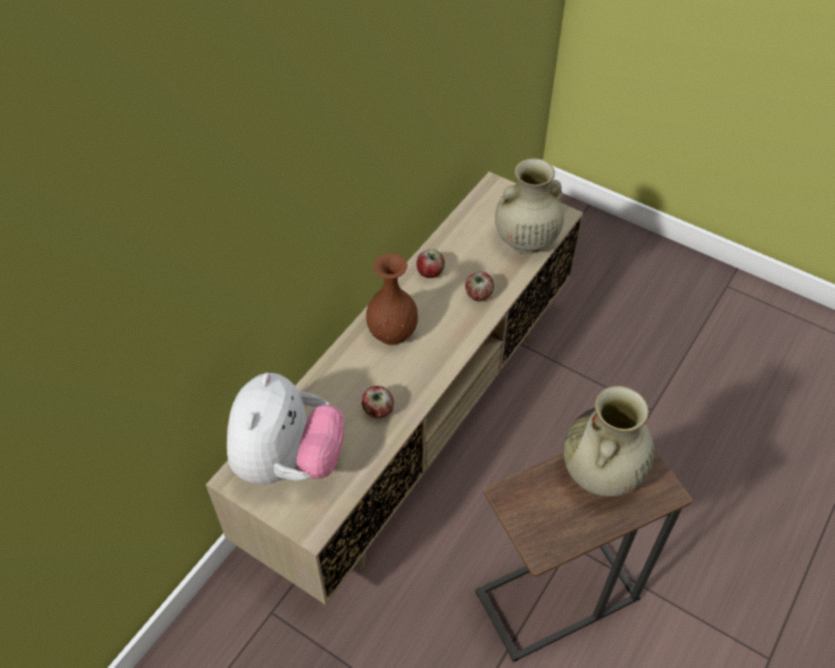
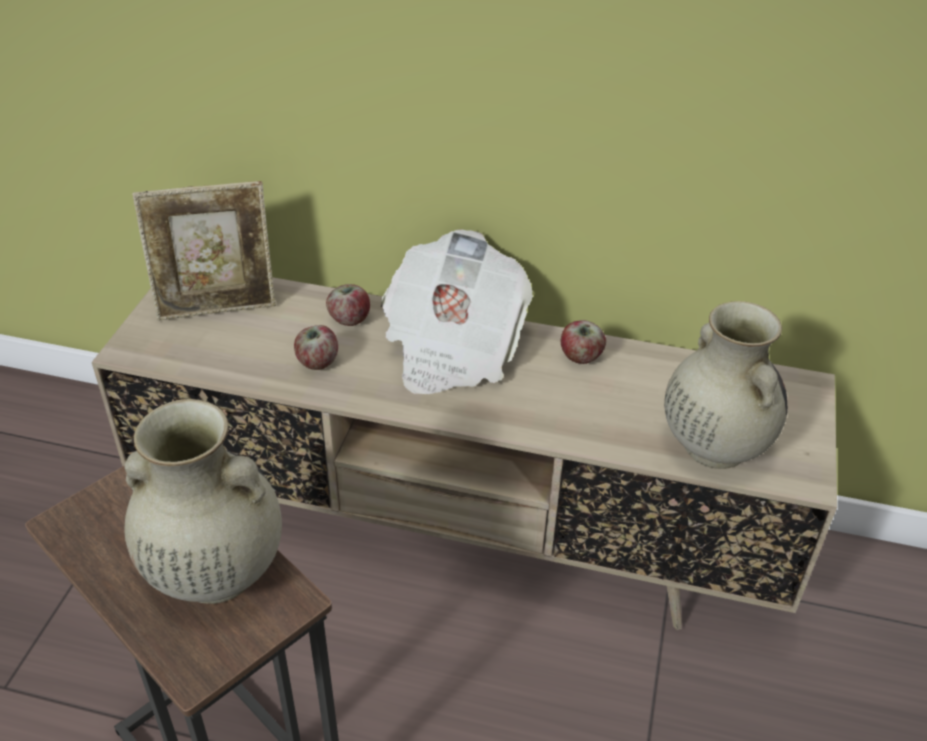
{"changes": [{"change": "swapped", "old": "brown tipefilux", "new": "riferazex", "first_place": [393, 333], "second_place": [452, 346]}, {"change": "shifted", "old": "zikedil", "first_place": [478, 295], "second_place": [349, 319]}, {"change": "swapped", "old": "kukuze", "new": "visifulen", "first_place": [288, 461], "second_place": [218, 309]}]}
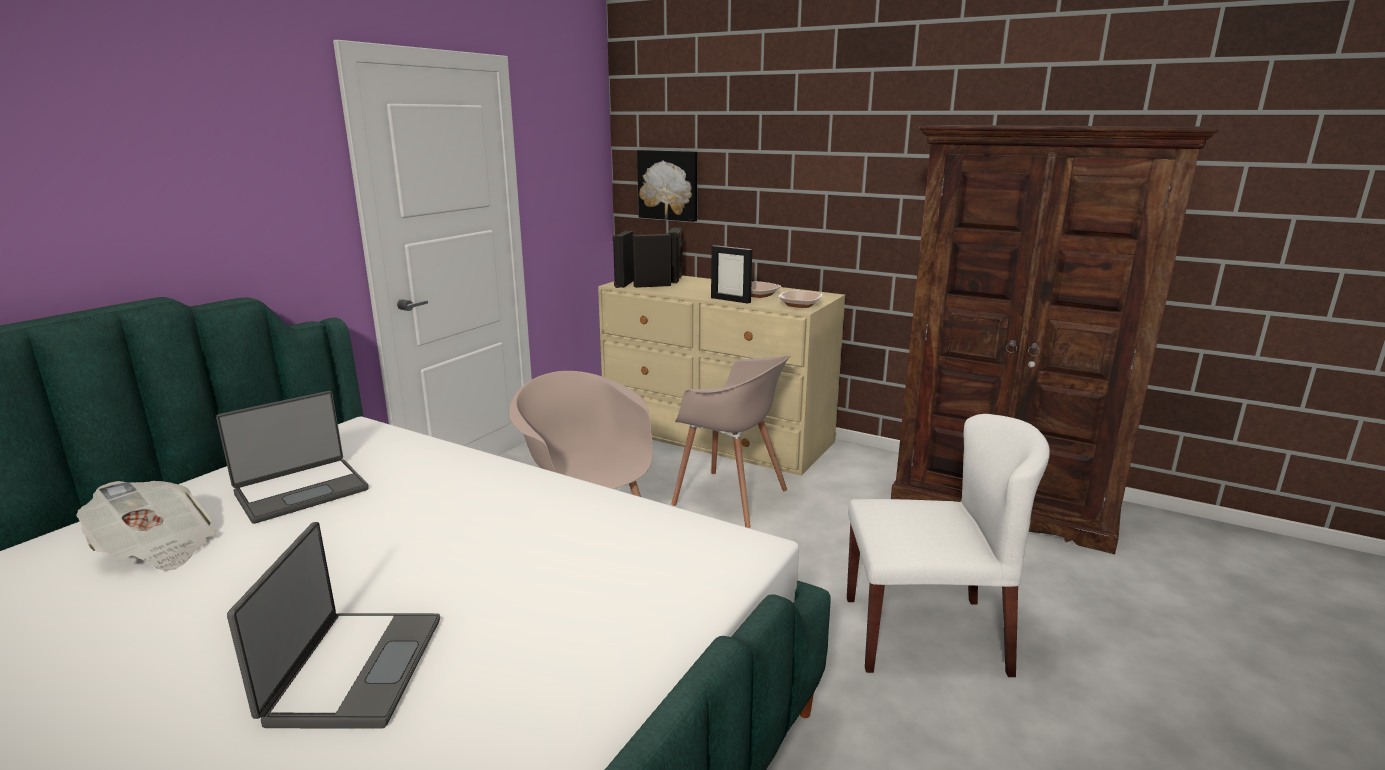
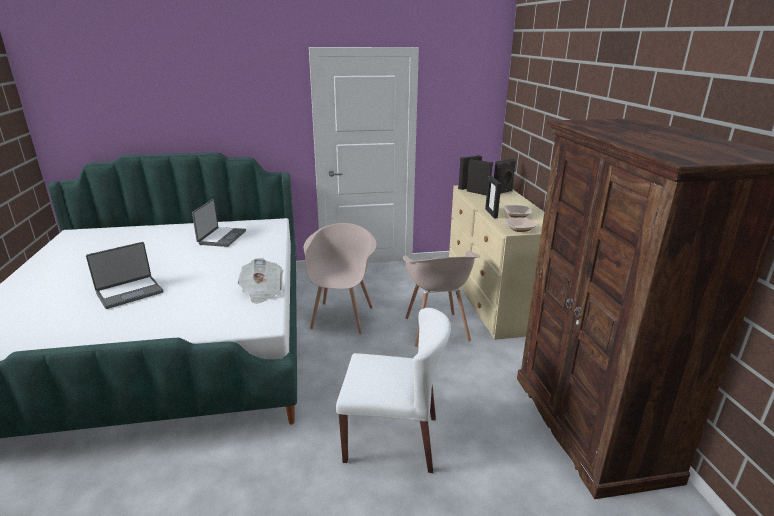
{"changes": [{"change": "gone", "old": "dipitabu", "first_place": [669, 185]}, {"change": "rotated", "old": "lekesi", "first_place": [301, 491], "second_place": [221, 237], "degrees": -90}, {"change": "rotated", "old": "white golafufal", "first_place": [926, 634], "second_place": [392, 439], "degrees": -45}, {"change": "shifted", "old": "riferazex", "first_place": [156, 549], "second_place": [262, 292]}]}
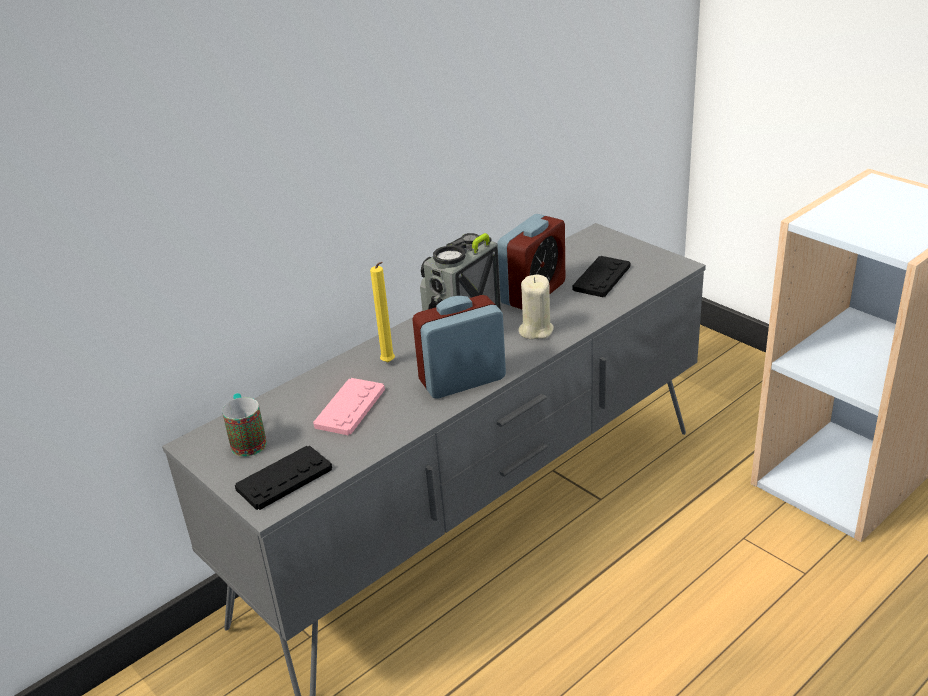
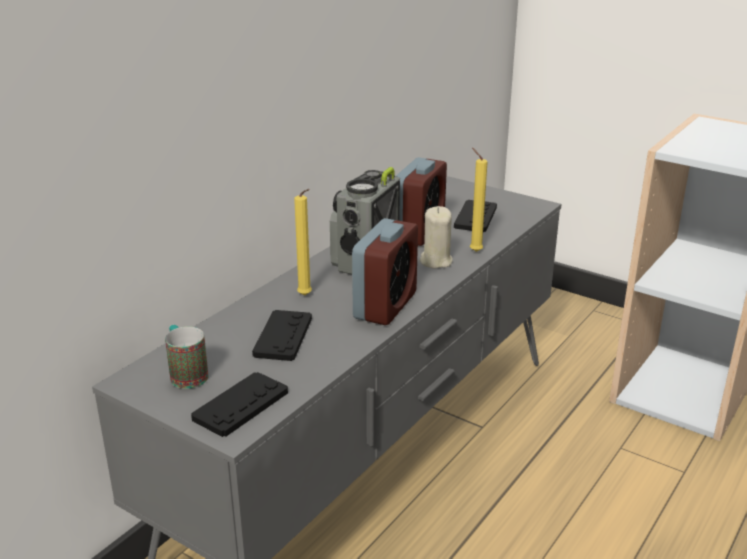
{"changes": [{"change": "rotated", "old": "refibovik", "first_place": [462, 380], "second_place": [385, 305], "degrees": 150}, {"change": "repainted", "old": "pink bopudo", "new": "black bopudo", "first_place": [350, 408], "second_place": [283, 337]}, {"change": "new", "new": "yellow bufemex", "second_place": [474, 251]}]}
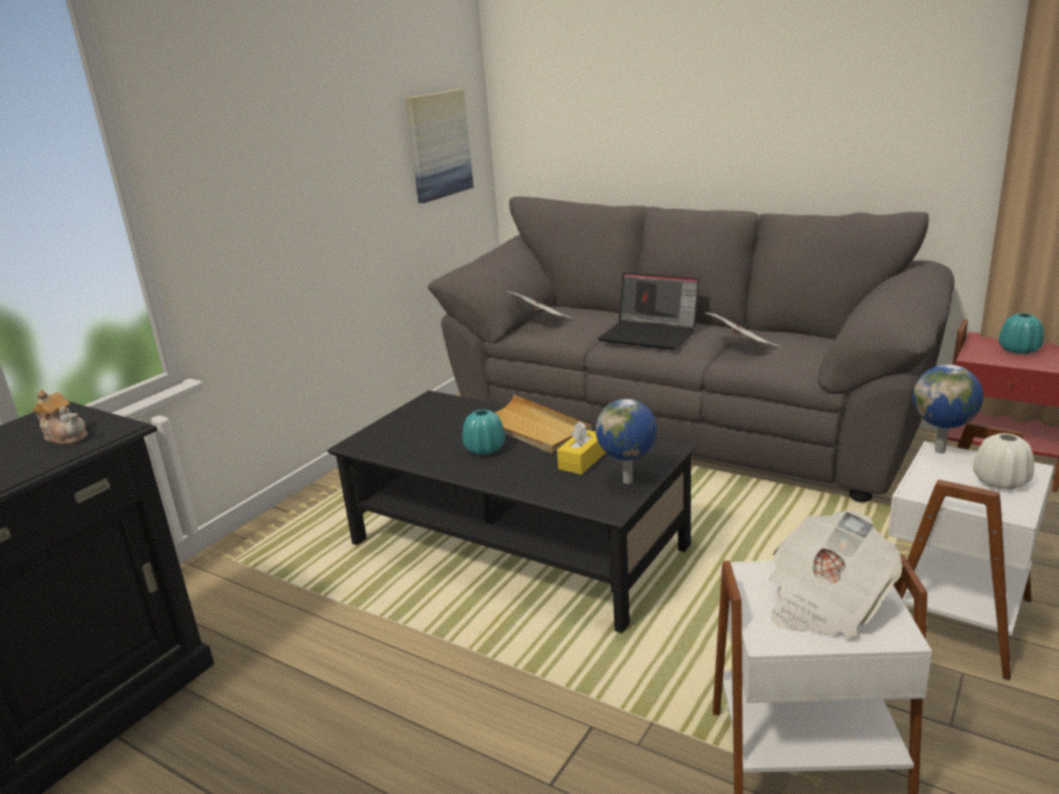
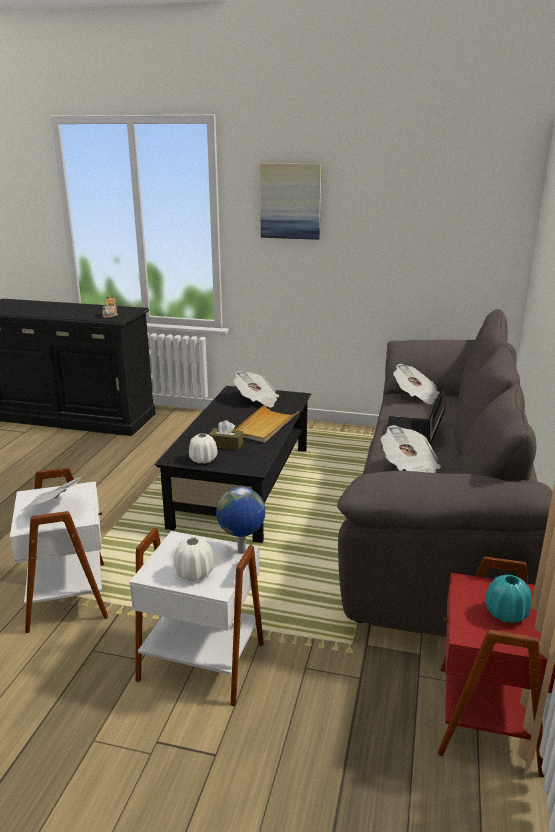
{"changes": [{"change": "shifted", "old": "dipitabu", "first_place": [438, 145], "second_place": [290, 201]}, {"change": "swapped", "old": "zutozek", "new": "white tipefilux", "first_place": [629, 481], "second_place": [203, 460]}, {"change": "gone", "old": "turquoise tipefilux", "first_place": [485, 449]}, {"change": "repainted", "old": "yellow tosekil", "new": "brown tosekil", "first_place": [582, 461], "second_place": [226, 445]}, {"change": "new", "new": "riferazex", "second_place": [257, 400]}]}
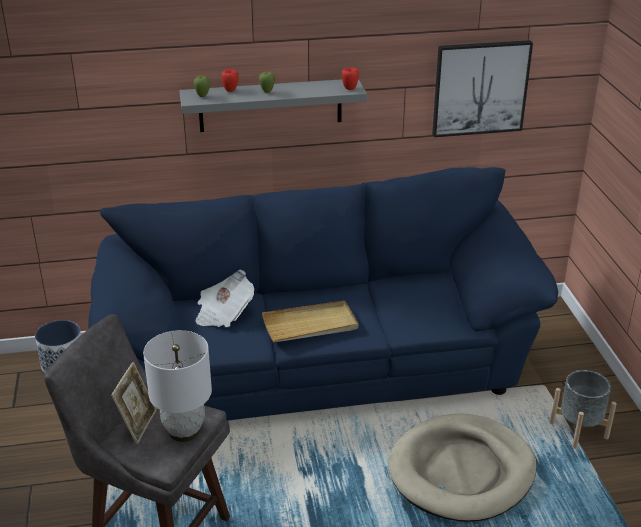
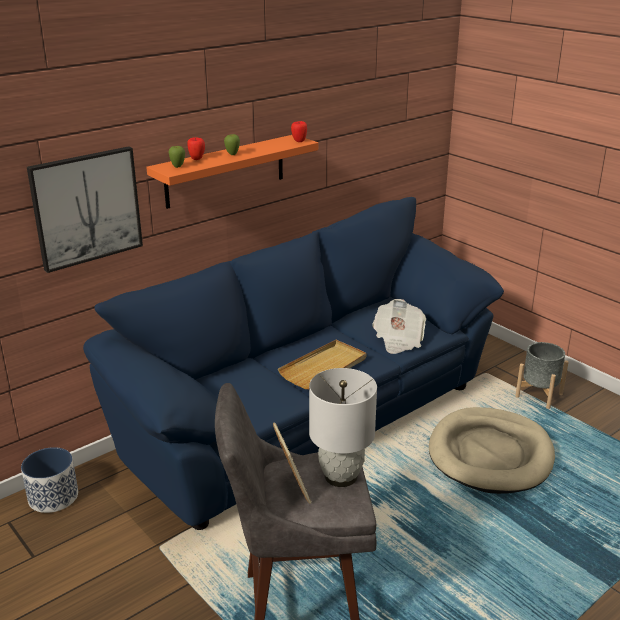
{"changes": [{"change": "shifted", "old": "dipitabu", "first_place": [480, 88], "second_place": [86, 207]}, {"change": "repainted", "old": "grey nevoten", "new": "orange nevoten", "first_place": [270, 105], "second_place": [225, 171]}, {"change": "shifted", "old": "riferazex", "first_place": [223, 312], "second_place": [398, 340]}]}
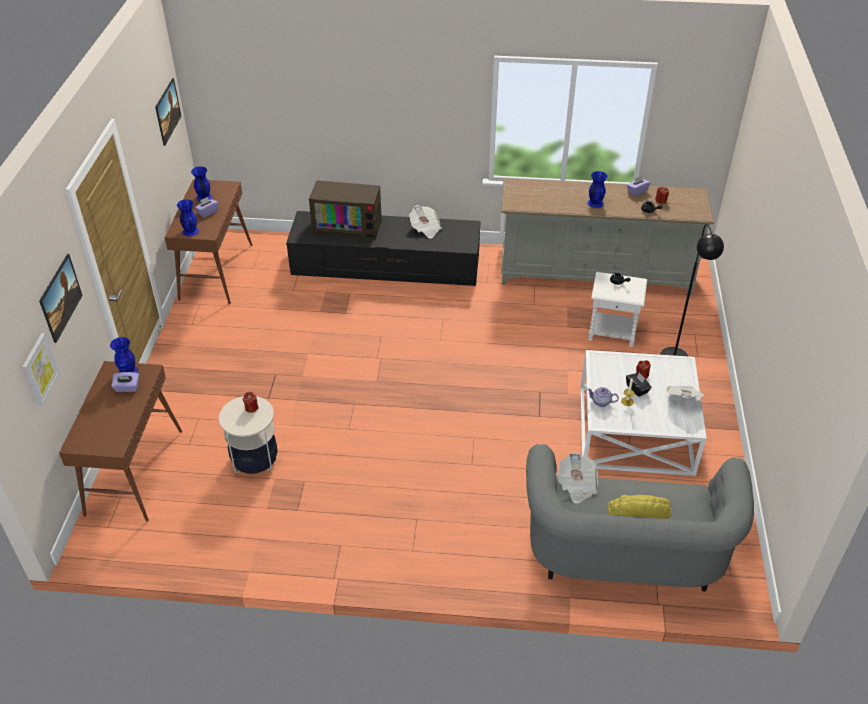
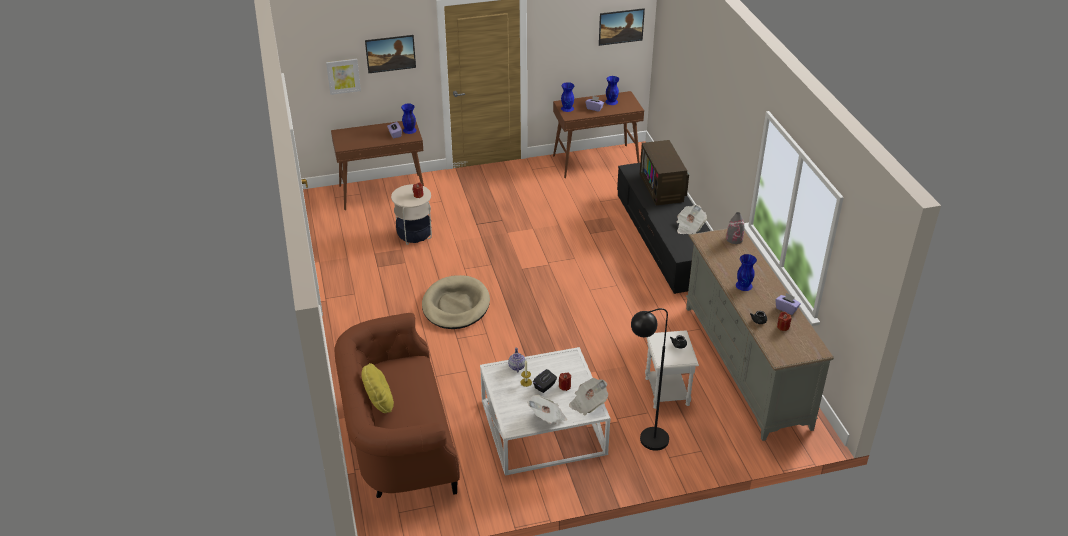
{"changes": [{"change": "repainted", "old": "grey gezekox", "new": "brown gezekox", "first_place": [624, 553], "second_place": [399, 442]}, {"change": "shifted", "old": "riferazex", "first_place": [577, 485], "second_place": [588, 403]}, {"change": "new", "new": "grey tipefilux", "second_place": [734, 239]}, {"change": "new", "new": "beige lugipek", "second_place": [456, 305]}]}
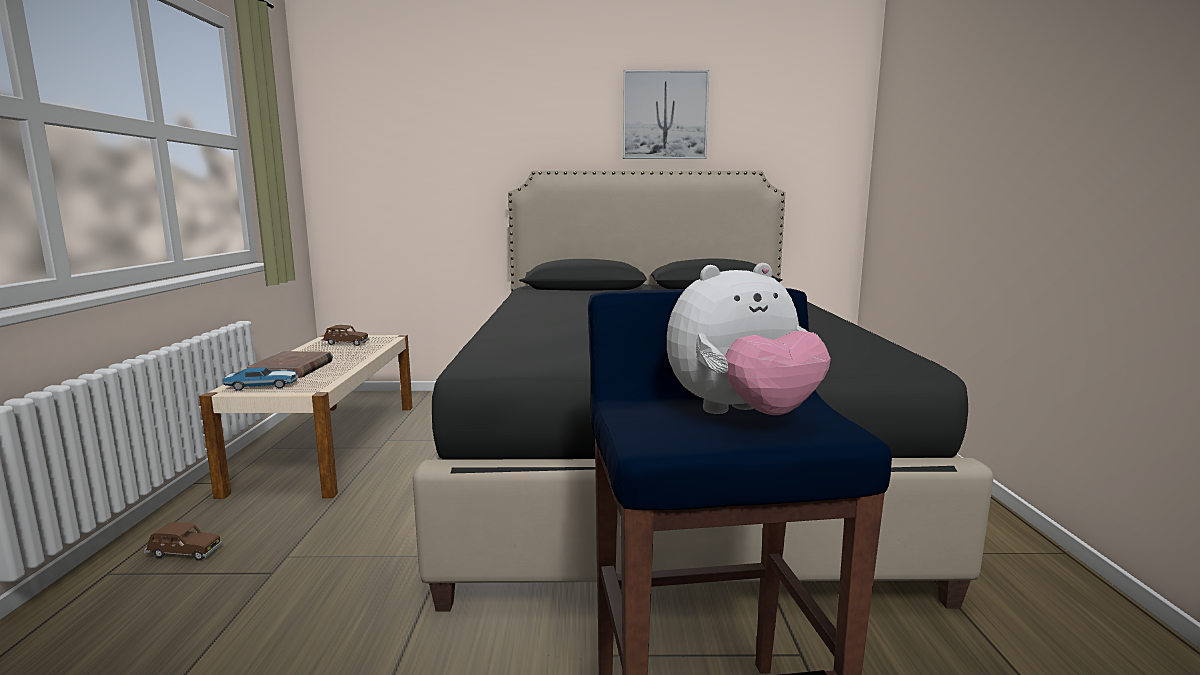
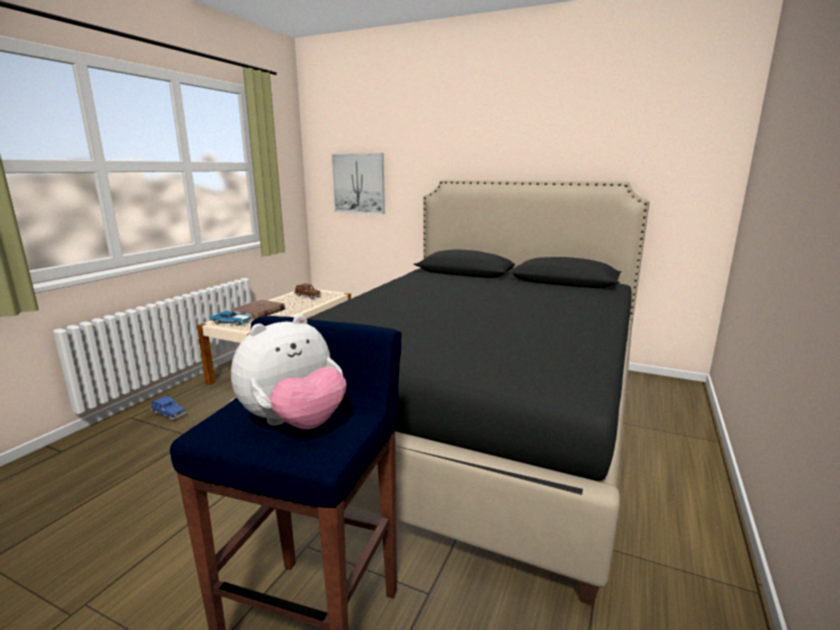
{"changes": [{"change": "shifted", "old": "dipitabu", "first_place": [665, 115], "second_place": [359, 183]}, {"change": "rotated", "old": "kukuze", "first_place": [741, 415], "second_place": [294, 423], "degrees": -45}, {"change": "repainted", "old": "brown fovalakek", "new": "blue fovalakek", "first_place": [184, 553], "second_place": [168, 414]}]}
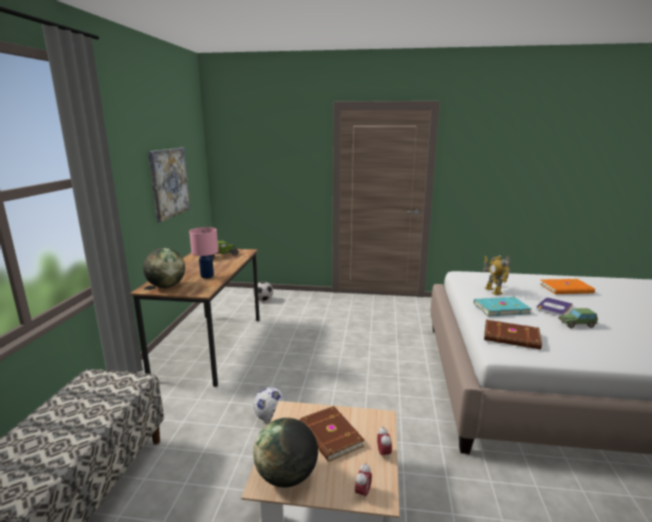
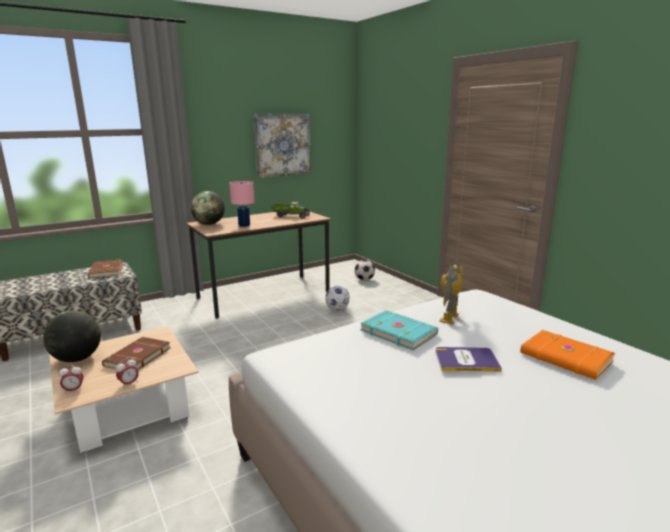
{"changes": [{"change": "gone", "old": "fovalakek", "first_place": [577, 324]}, {"change": "shifted", "old": "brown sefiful", "first_place": [511, 337], "second_place": [105, 271]}, {"change": "shifted", "old": "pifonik", "first_place": [270, 417], "second_place": [337, 309]}]}
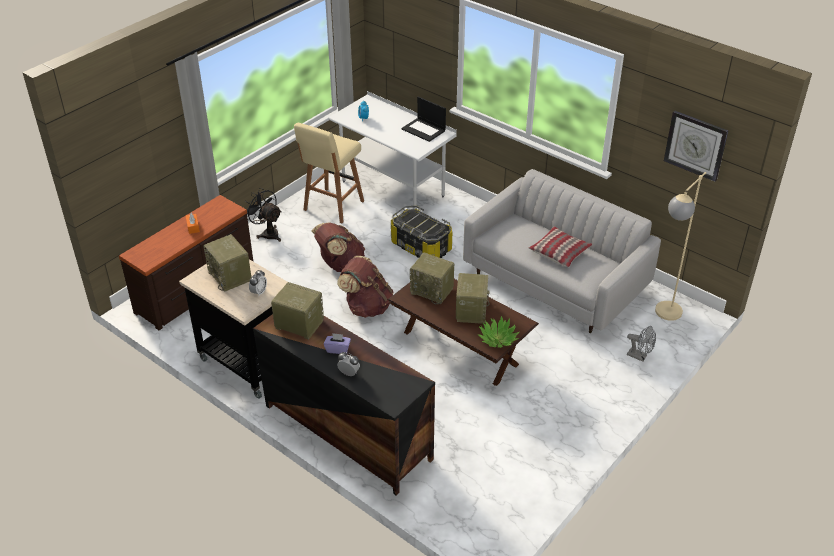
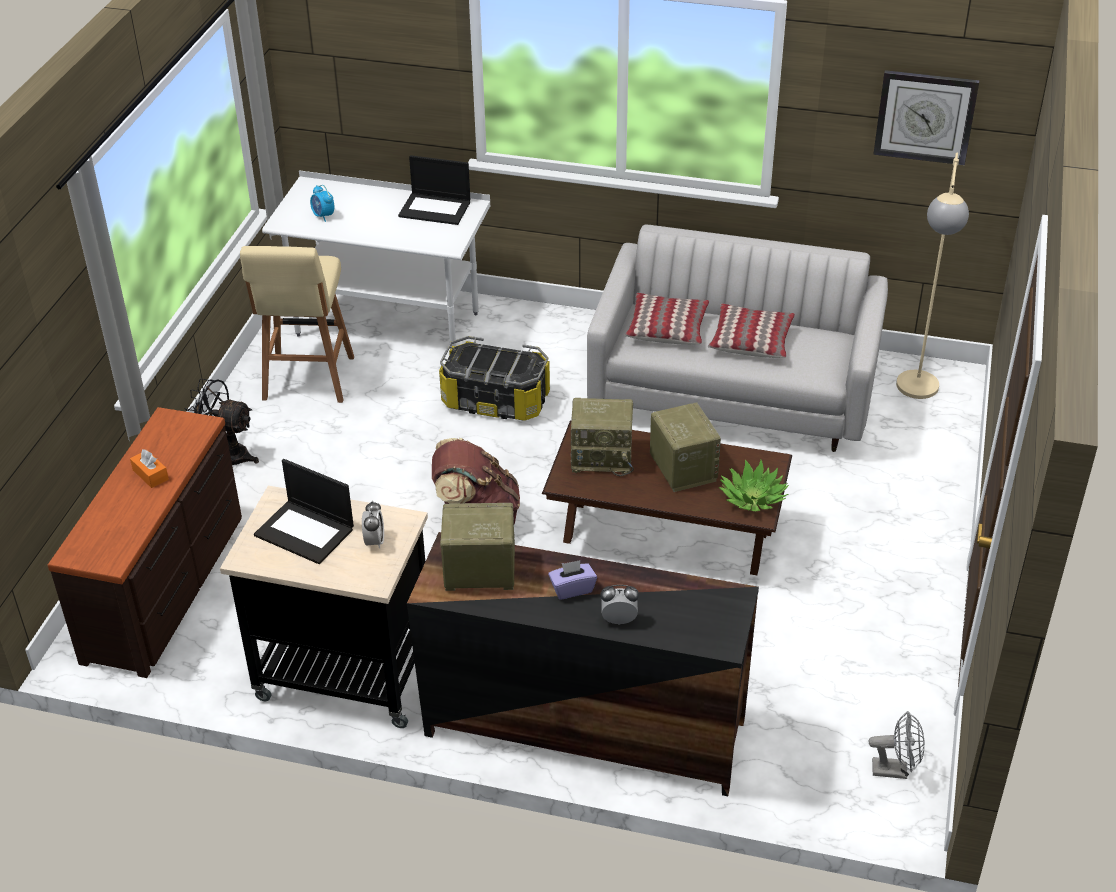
{"changes": [{"change": "gone", "old": "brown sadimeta", "first_place": [340, 265]}, {"change": "swapped", "old": "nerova", "new": "lekesi", "first_place": [230, 276], "second_place": [306, 532]}, {"change": "shifted", "old": "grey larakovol", "first_place": [639, 356], "second_place": [895, 770]}, {"change": "new", "new": "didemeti", "second_place": [667, 328]}]}
